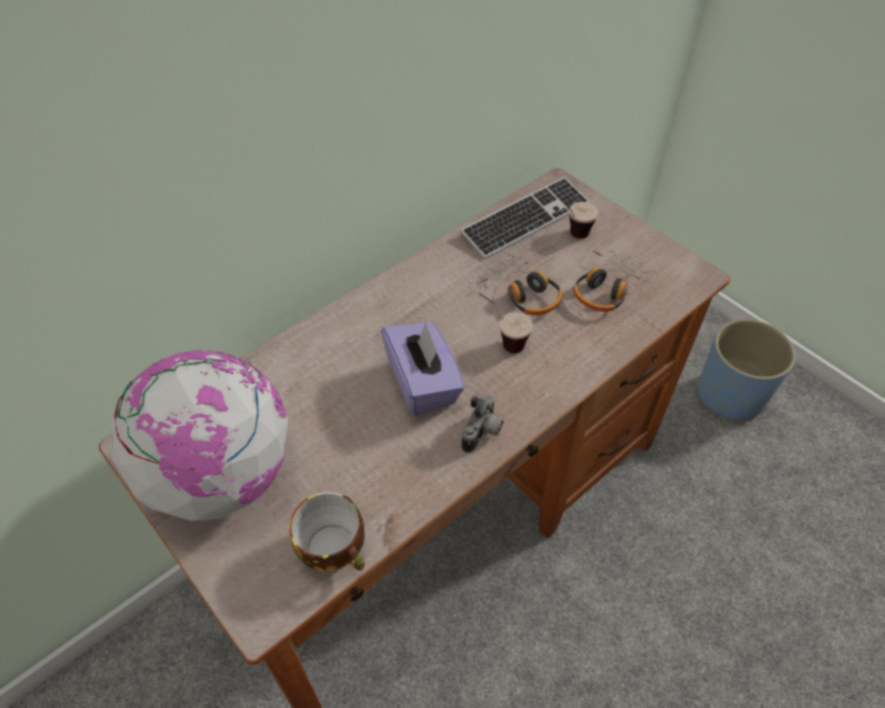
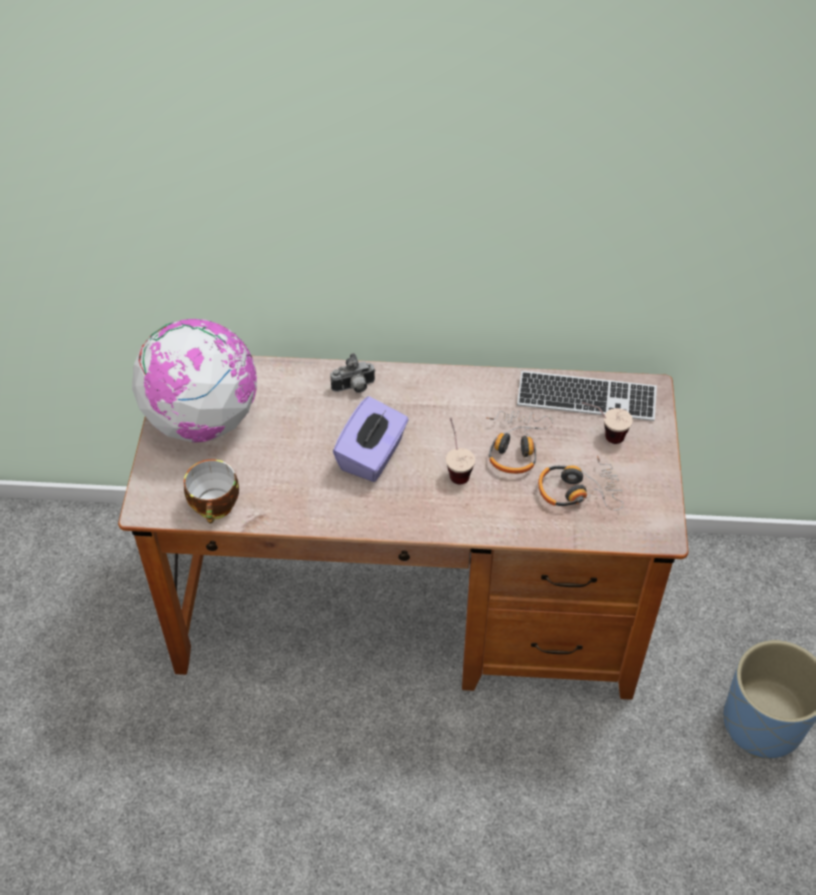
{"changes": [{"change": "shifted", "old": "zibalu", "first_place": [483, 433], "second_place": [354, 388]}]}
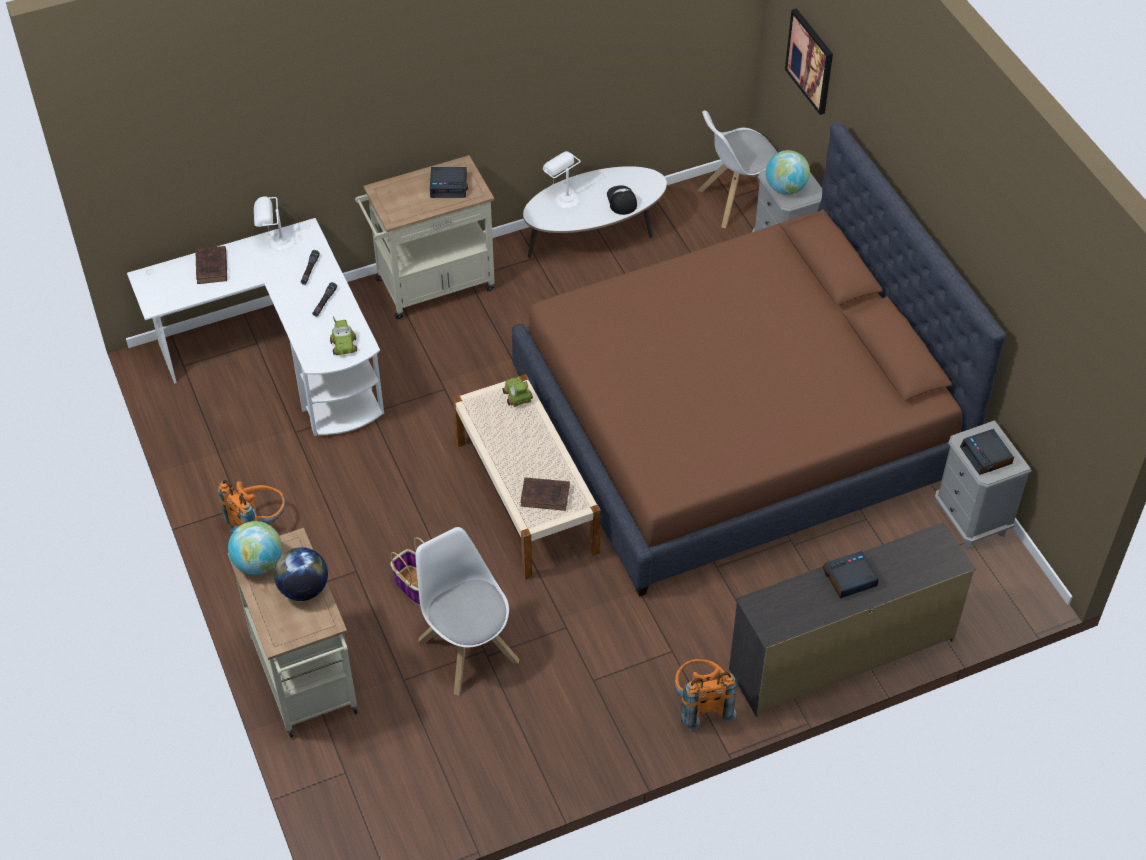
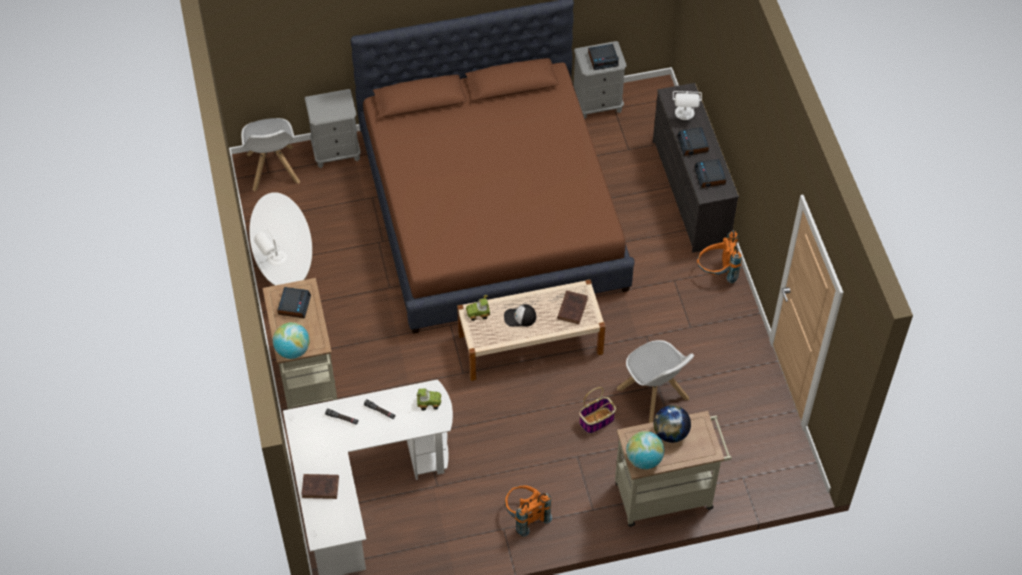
{"changes": [{"change": "gone", "old": "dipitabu", "first_place": [810, 61]}, {"change": "shifted", "old": "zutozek", "first_place": [785, 188], "second_place": [293, 350]}, {"change": "shifted", "old": "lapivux", "first_place": [621, 200], "second_place": [520, 317]}, {"change": "shifted", "old": "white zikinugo", "first_place": [276, 242], "second_place": [685, 115]}, {"change": "rotated", "old": "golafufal", "first_place": [467, 648], "second_place": [654, 395], "degrees": -105}, {"change": "new", "new": "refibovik", "second_place": [710, 176]}]}
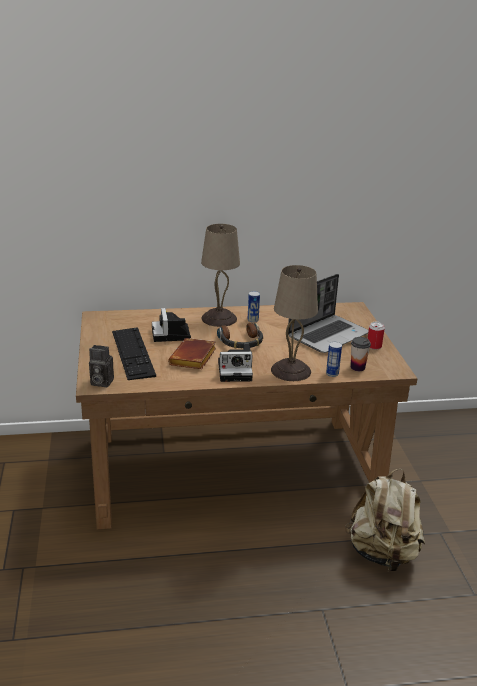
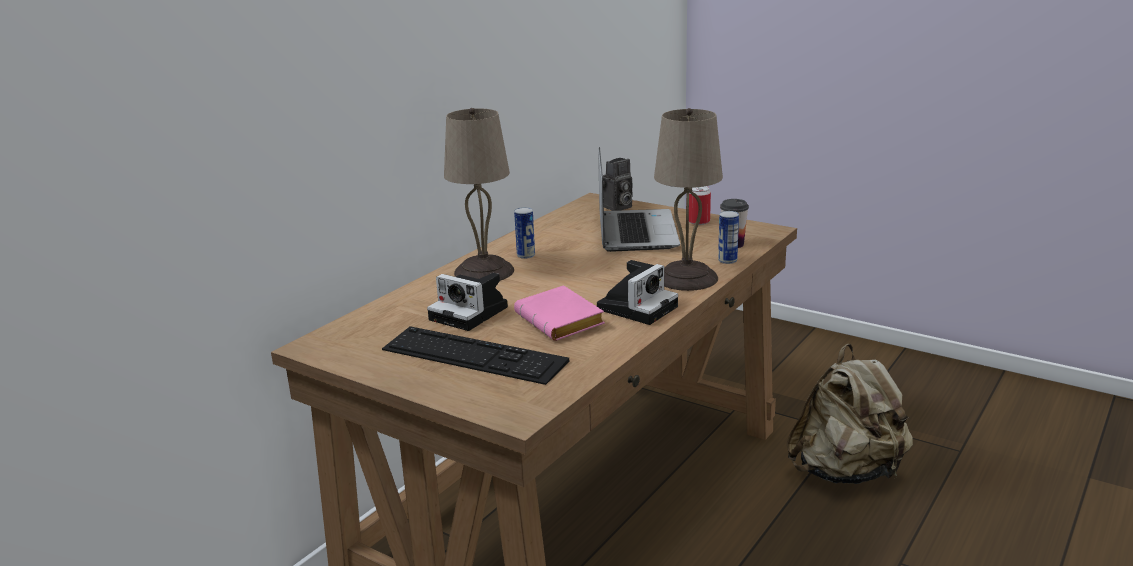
{"changes": [{"change": "gone", "old": "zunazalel", "first_place": [241, 342]}, {"change": "repainted", "old": "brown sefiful", "new": "pink sefiful", "first_place": [194, 359], "second_place": [562, 321]}, {"change": "shifted", "old": "zibalu", "first_place": [100, 382], "second_place": [617, 207]}]}
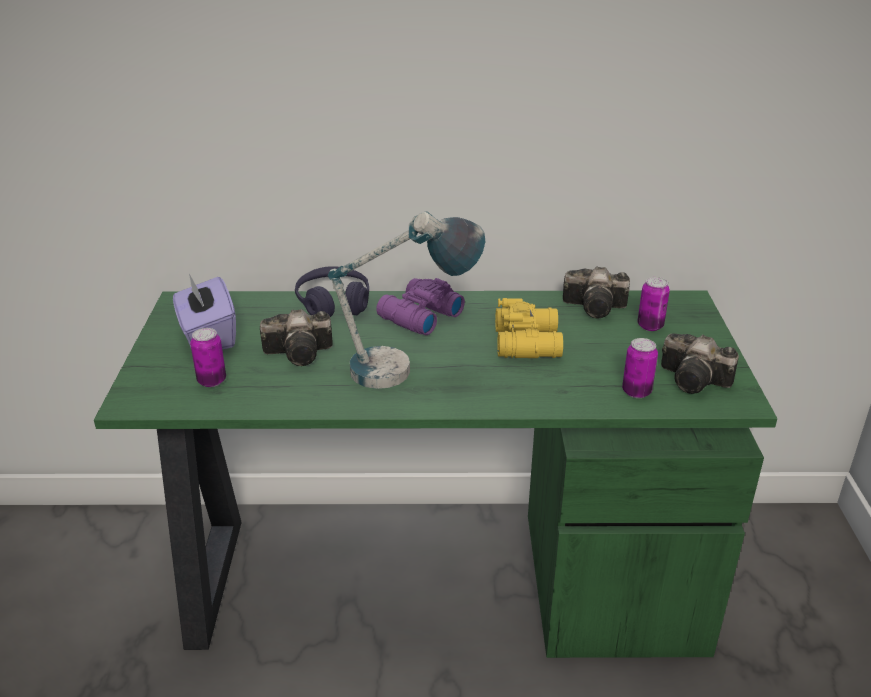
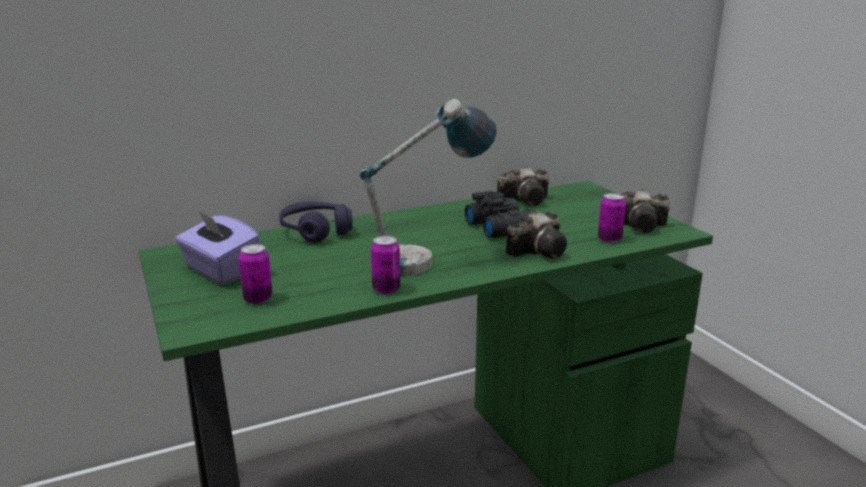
{"changes": [{"change": "shifted", "old": "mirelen", "first_place": [650, 326], "second_place": [386, 289]}, {"change": "gone", "old": "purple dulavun", "first_place": [418, 317]}, {"change": "repainted", "old": "yellow dulavun", "new": "black dulavun", "first_place": [529, 342], "second_place": [501, 227]}, {"change": "shifted", "old": "zibalu", "first_place": [302, 353], "second_place": [540, 251]}]}
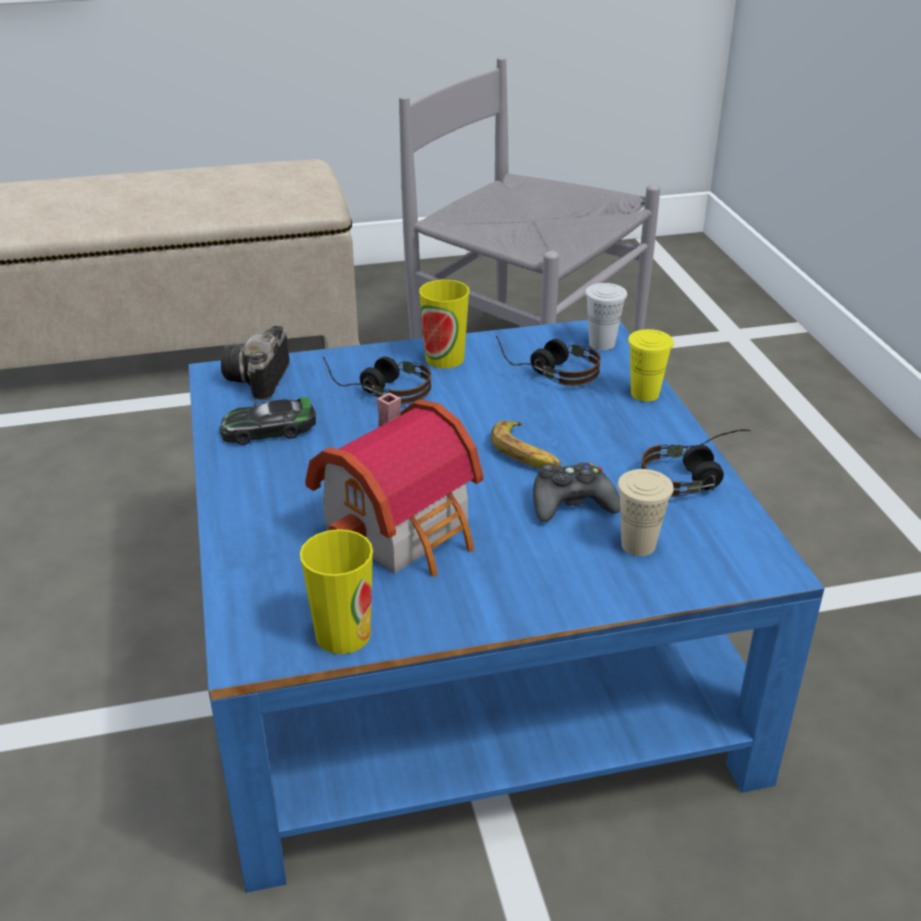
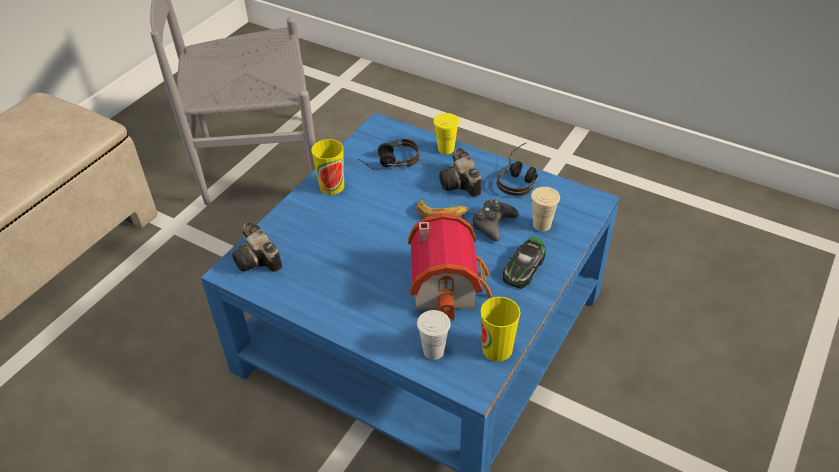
{"changes": [{"change": "shifted", "old": "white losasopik", "first_place": [602, 343], "second_place": [433, 351]}, {"change": "gone", "old": "zunazalel", "first_place": [379, 389]}, {"change": "shifted", "old": "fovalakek", "first_place": [269, 429], "second_place": [524, 267]}, {"change": "new", "new": "zibalu", "second_place": [461, 184]}]}
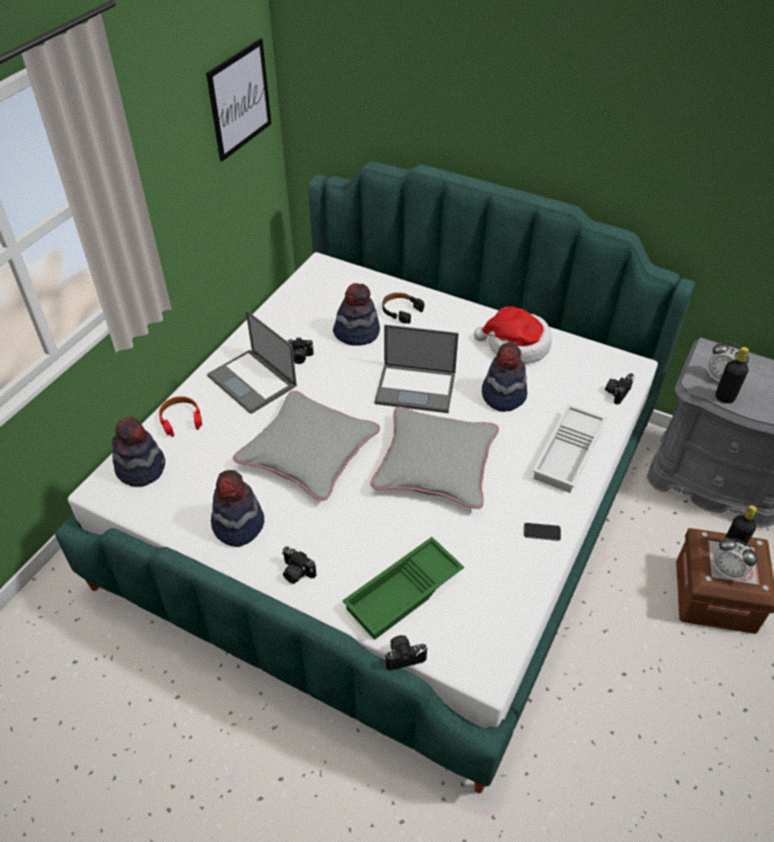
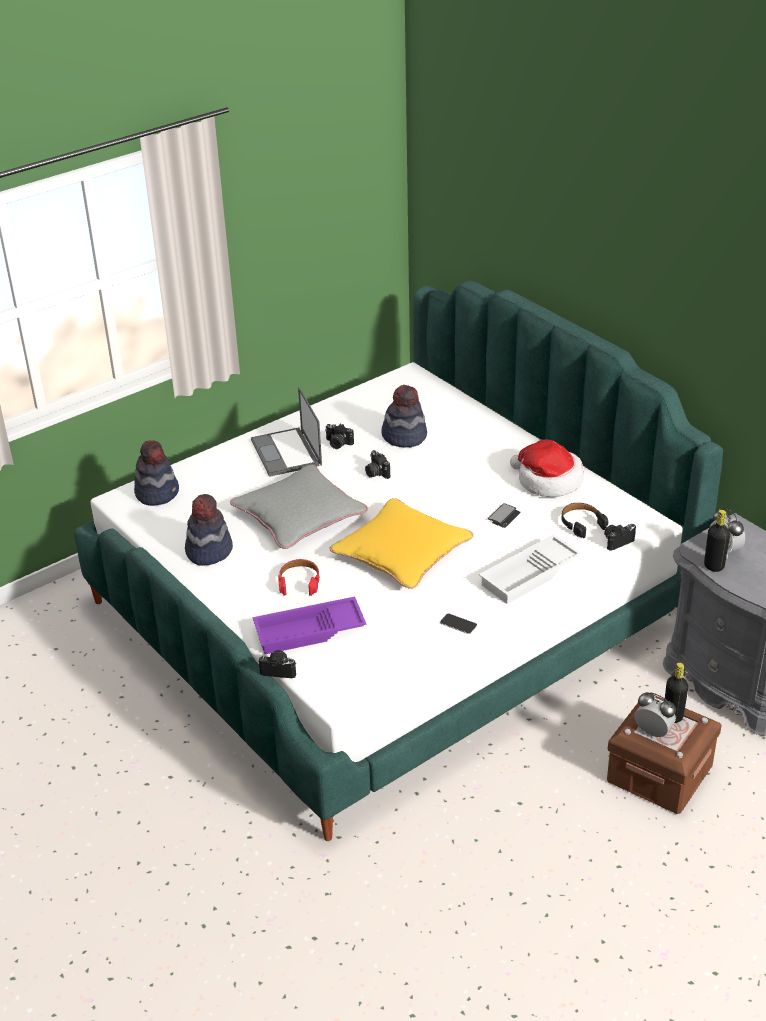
{"changes": [{"change": "gone", "old": "dipitabu", "first_place": [239, 99]}, {"change": "shifted", "old": "black zunazalel", "first_place": [401, 311], "second_place": [581, 523]}, {"change": "gone", "old": "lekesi", "first_place": [416, 388]}, {"change": "swapped", "old": "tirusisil", "new": "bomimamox", "first_place": [503, 395], "second_place": [504, 516]}, {"change": "shifted", "old": "red zunazalel", "first_place": [181, 419], "second_place": [299, 582]}, {"change": "repainted", "old": "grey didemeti", "new": "yellow didemeti", "first_place": [435, 464], "second_place": [402, 552]}, {"change": "repainted", "old": "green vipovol", "new": "purple vipovol", "first_place": [404, 594], "second_place": [309, 632]}, {"change": "rotated", "old": "refibovik", "first_place": [727, 571], "second_place": [653, 732], "degrees": 150}, {"change": "shifted", "old": "zibalu", "first_place": [296, 572], "second_place": [376, 473]}]}
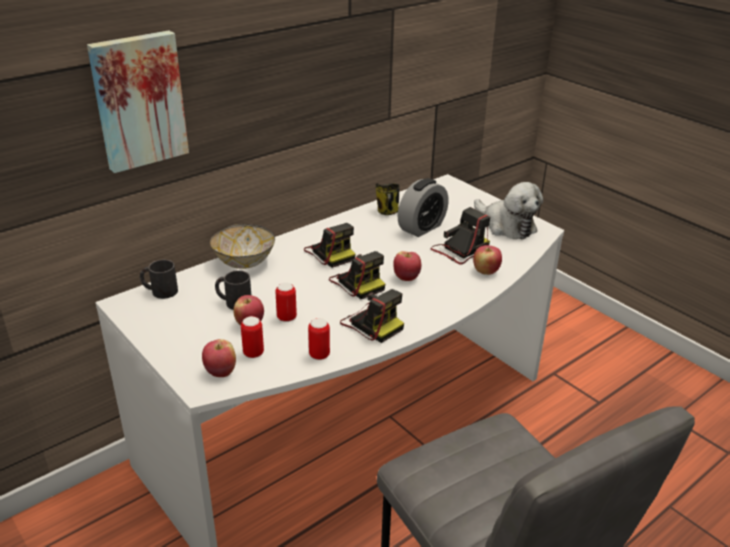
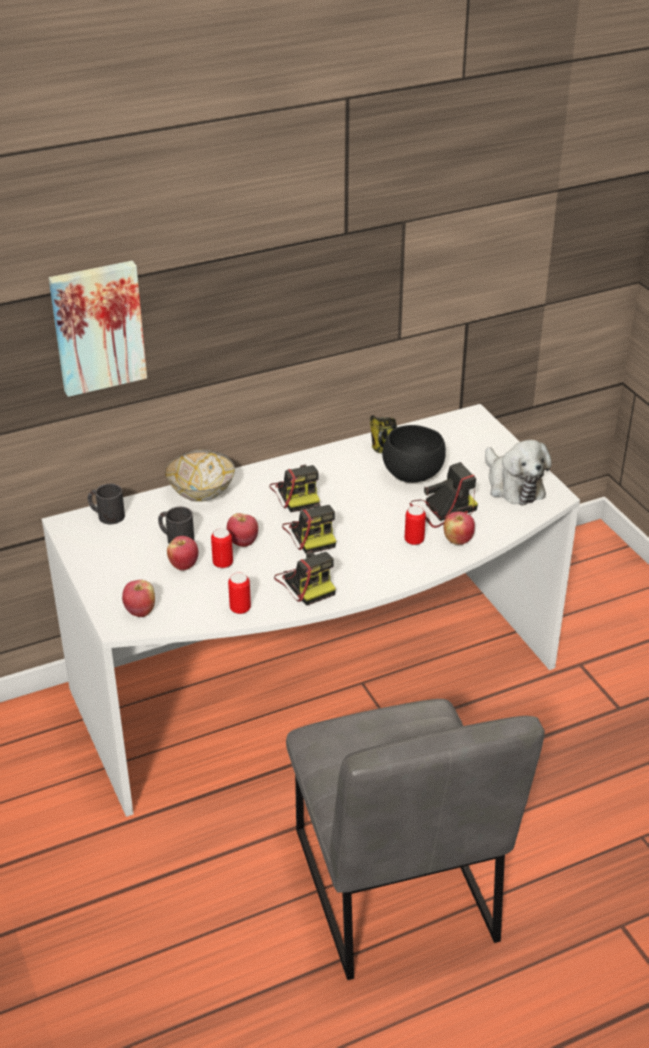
{"changes": [{"change": "swapped", "old": "refibovik", "new": "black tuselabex", "first_place": [422, 228], "second_place": [413, 475]}, {"change": "shifted", "old": "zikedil", "first_place": [406, 278], "second_place": [243, 542]}, {"change": "shifted", "old": "mirelen", "first_place": [253, 353], "second_place": [414, 541]}]}
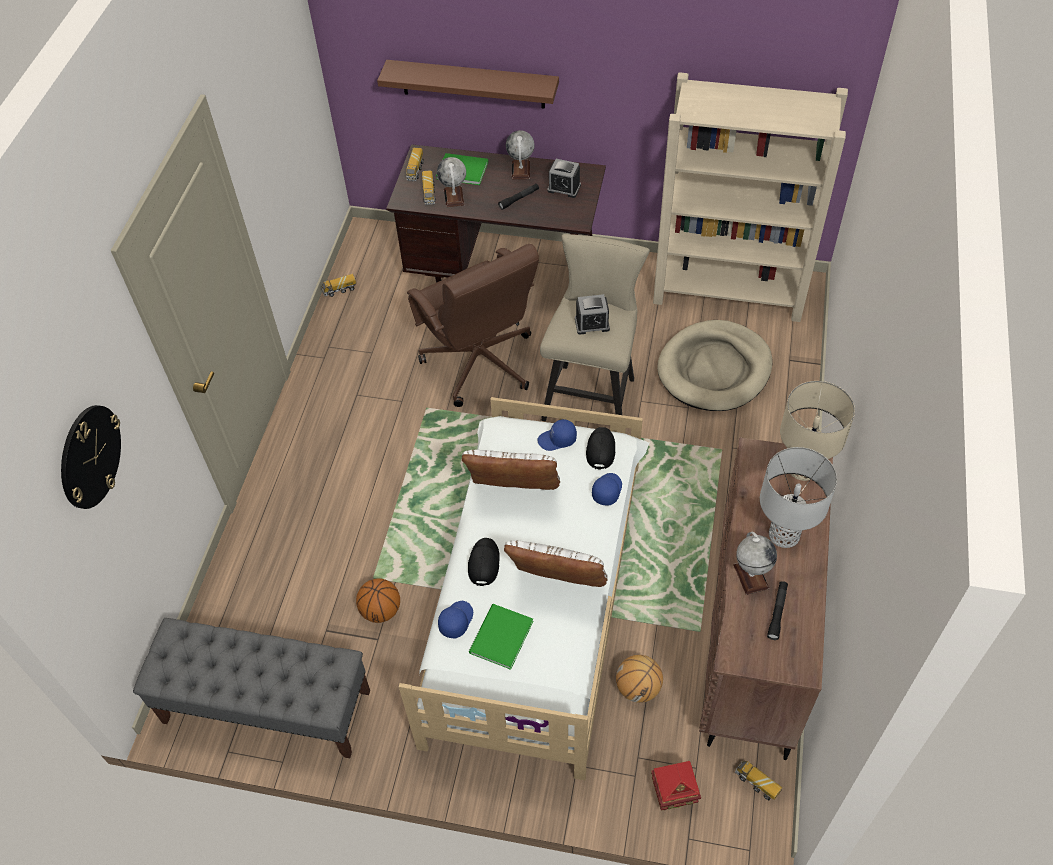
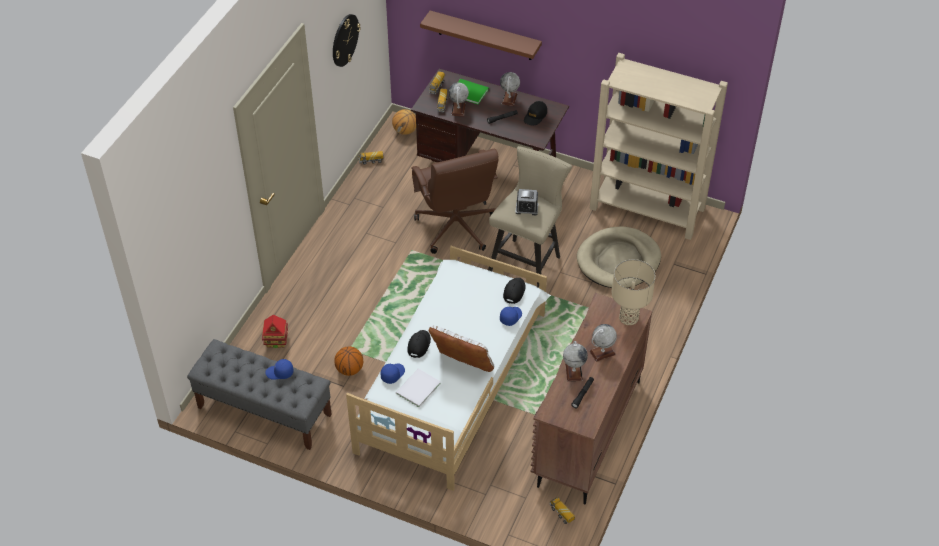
{"changes": [{"change": "swapped", "old": "refibovik", "new": "black lapivux", "first_place": [564, 188], "second_place": [535, 116]}, {"change": "shifted", "old": "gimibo", "first_place": [90, 456], "second_place": [344, 40]}, {"change": "shifted", "old": "blue lapivux", "first_place": [557, 440], "second_place": [279, 373]}, {"change": "swapped", "old": "white zikinugo", "new": "zutozek", "first_place": [783, 534], "second_place": [602, 352]}, {"change": "gone", "old": "white didemeti", "first_place": [514, 494]}, {"change": "repainted", "old": "green sefiful", "new": "white sefiful", "first_place": [499, 638], "second_place": [416, 389]}, {"change": "shifted", "old": "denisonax", "first_place": [638, 688], "second_place": [405, 131]}, {"change": "shifted", "old": "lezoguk", "first_place": [674, 793], "second_place": [276, 341]}]}
